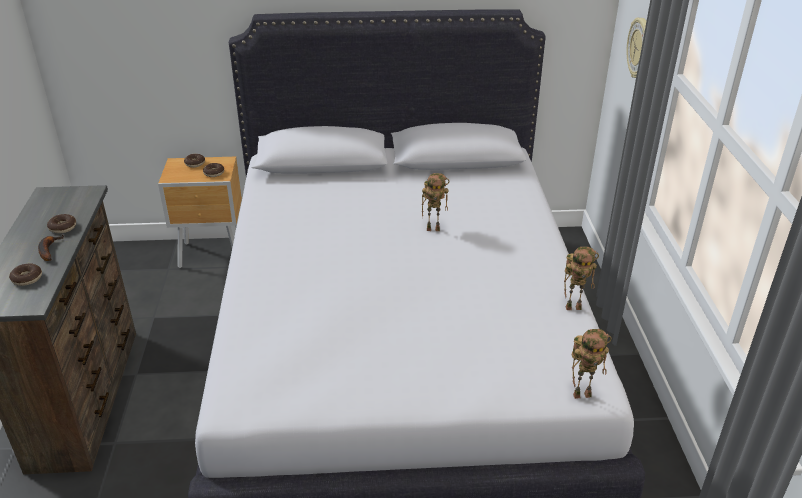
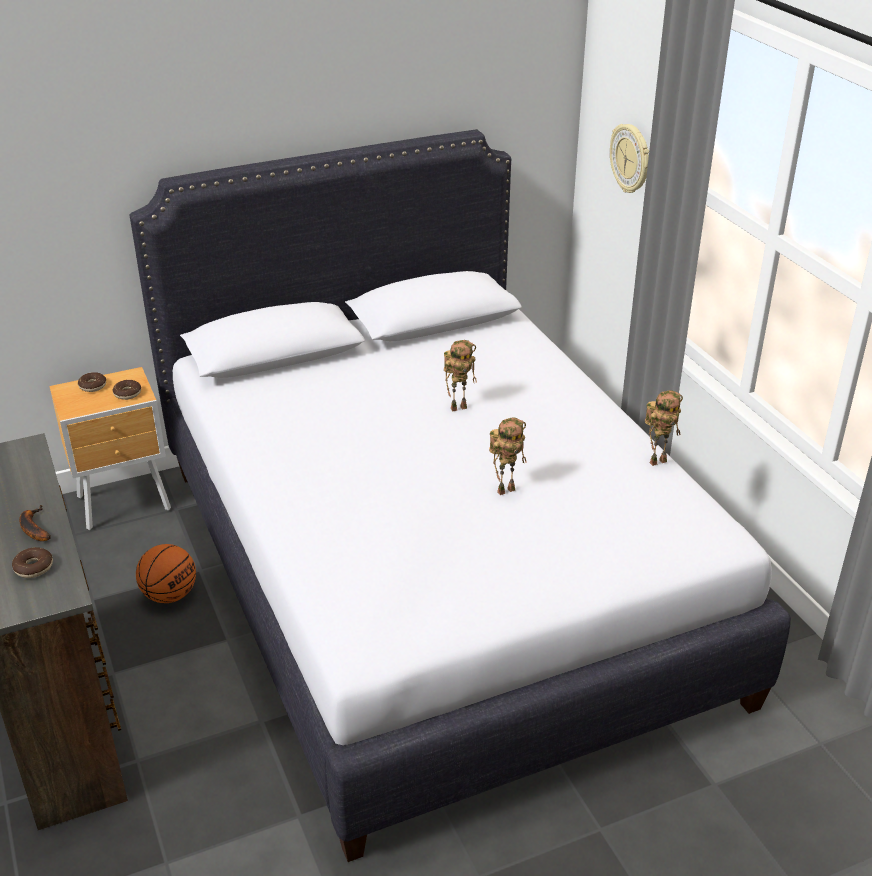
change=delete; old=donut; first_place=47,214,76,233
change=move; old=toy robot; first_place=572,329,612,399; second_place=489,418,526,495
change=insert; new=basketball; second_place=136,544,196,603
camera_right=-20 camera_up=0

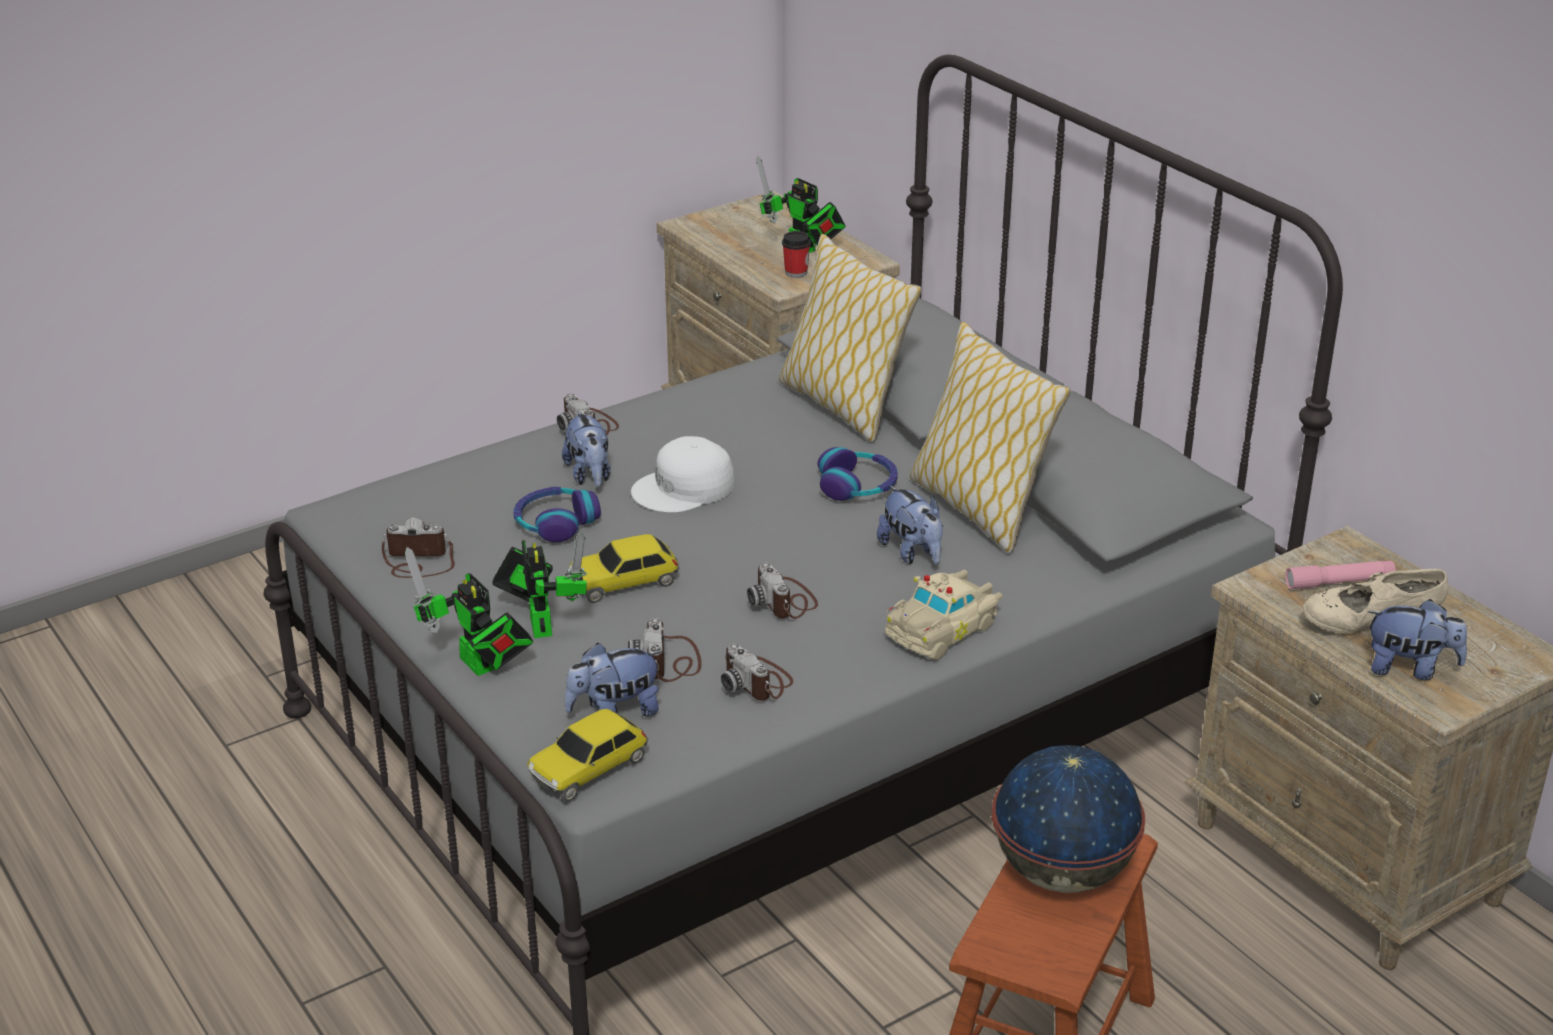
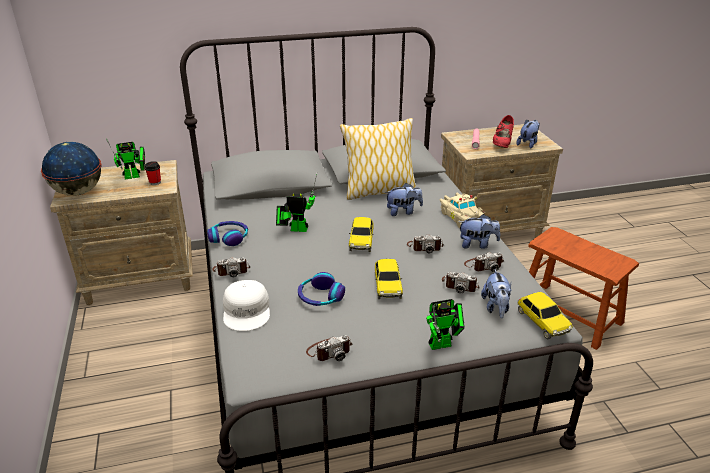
change=rotate; old=photo camera; first_place=382,518,455,578; second_place=306,335,352,361; degrees=-135
change=move; old=toy robot; first_place=492,532,587,638; second_place=276,174,317,232
change=move; old=plush toy; first_place=562,410,611,487; second_place=459,214,500,249
change=move; old=white cap; first_place=631,436,735,513; second_place=223,280,270,331
change=delete; old=pillow; first_place=779,234,922,442
change=move; old=headphones; first_place=818,447,898,501; second_place=207,221,248,246
change=move; old=globe; first_place=992,745,1145,893; second_place=41,142,102,196
change=recolor; old=beige shoe; new=red shoe; first_place=1303,569,1448,633; second_place=493,115,514,148
change=insert; new=toy car; second_place=349,217,374,252
camera_right=-70 camera_up=0

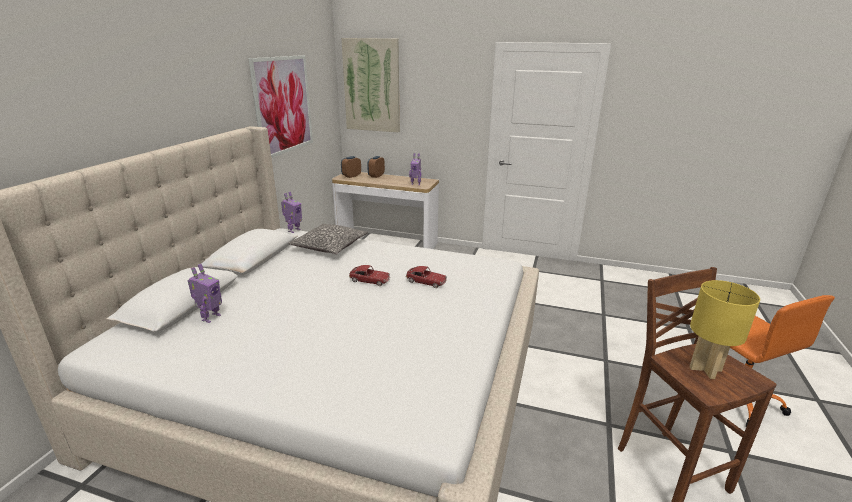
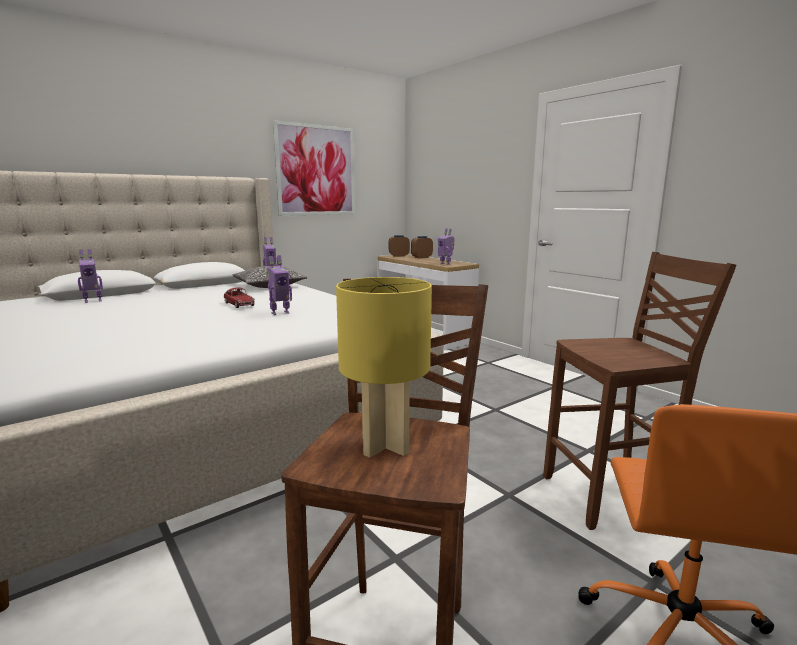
change=delete; old=picture; first_place=341,38,400,133
change=replace; old=toy car; new=toy robot; first_place=406,266,447,288; second_place=267,255,292,315
change=insert; new=brown stool; second_place=543,252,737,530
camera_right=35 camera_up=-10

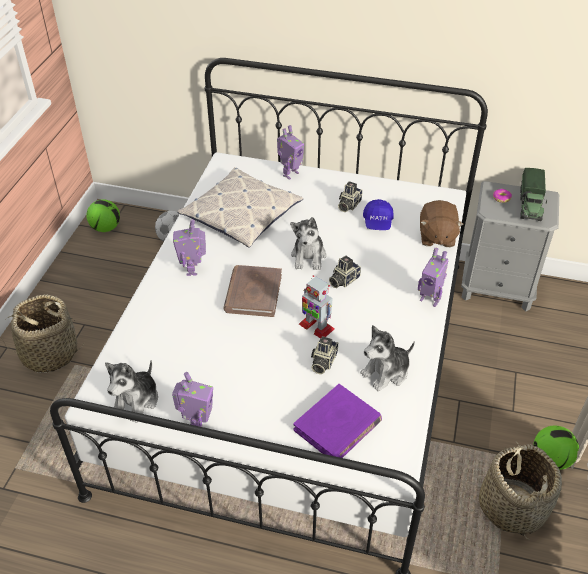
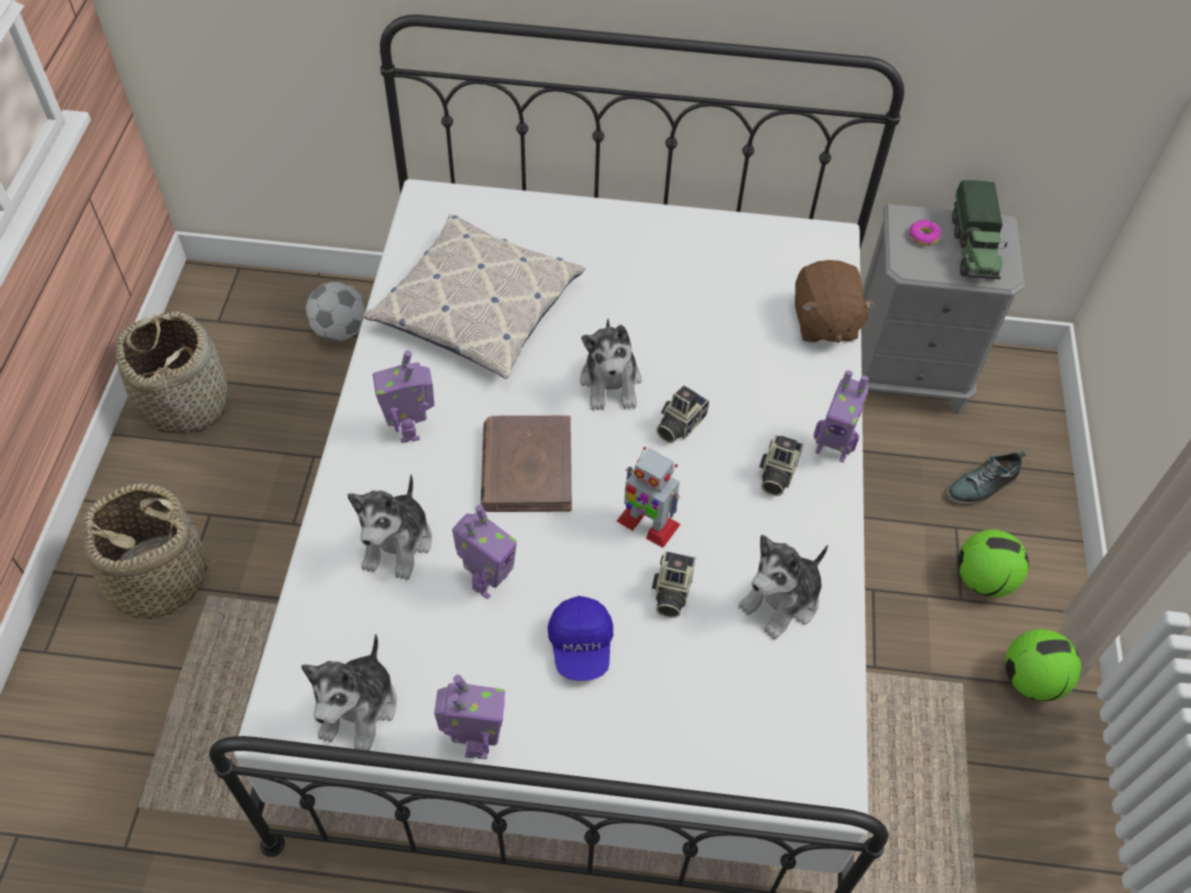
change=move; old=football; first_place=86,199,120,232; second_place=958,529,1029,597
change=move; old=toy robot; first_place=277,125,304,180; second_place=452,505,517,599
change=delete; old=purple book; first_place=293,384,382,458
change=move; old=photo camera; first_place=338,181,363,212; second_place=759,435,803,496
change=move; old=blue cap; first_place=363,199,394,230; second_place=547,596,613,681
change=move; old=basket; first_place=479,442,562,539; second_place=116,311,228,438
change=insert; new=plush toy; second_place=347,474,432,580
change=insert; new=shoe; second_place=946,451,1026,505
camera_right=-10 camera_up=10

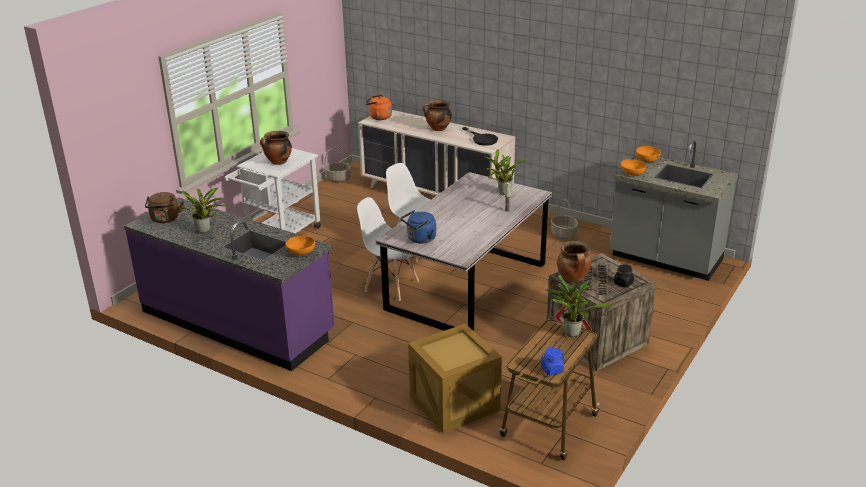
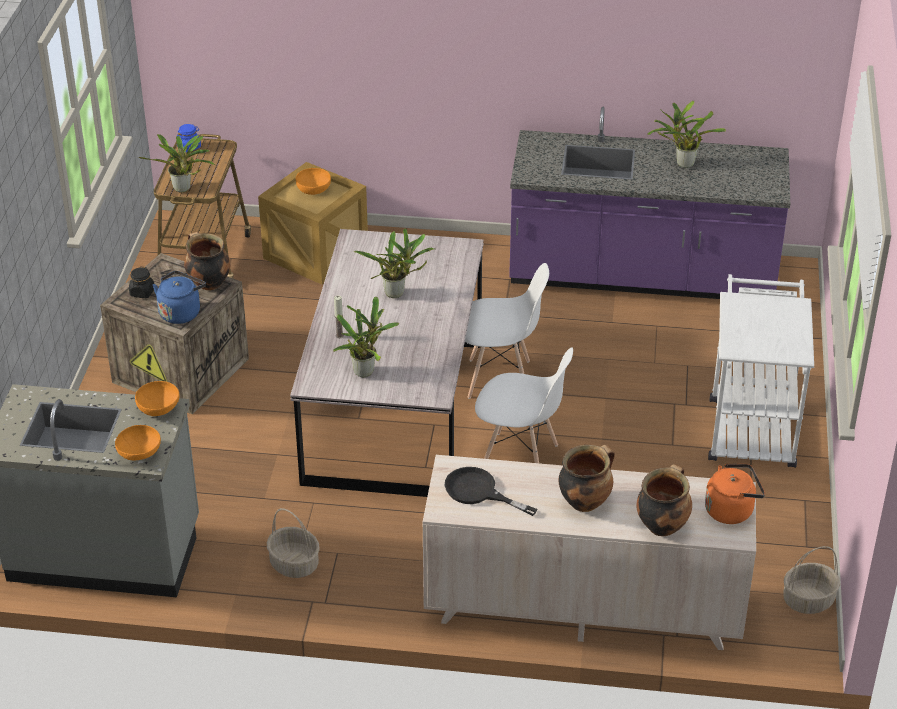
change=delete; old=brown kettle; first_place=145,192,184,223
change=move; old=cooking pot; first_place=260,131,292,165; second_place=636,464,692,536
change=move; old=orange bowl; first_place=285,236,315,255; second_place=296,168,331,195
change=move; old=blue kettle; first_place=401,210,436,243; second_place=153,271,206,324
change=insert; new=potted plant; second_place=354,229,434,298
camera_right=155 camera_up=10

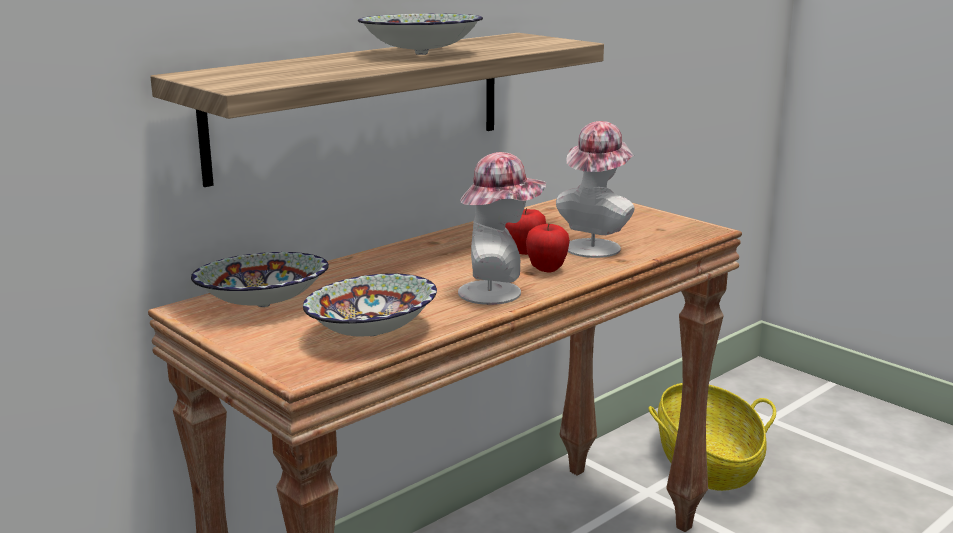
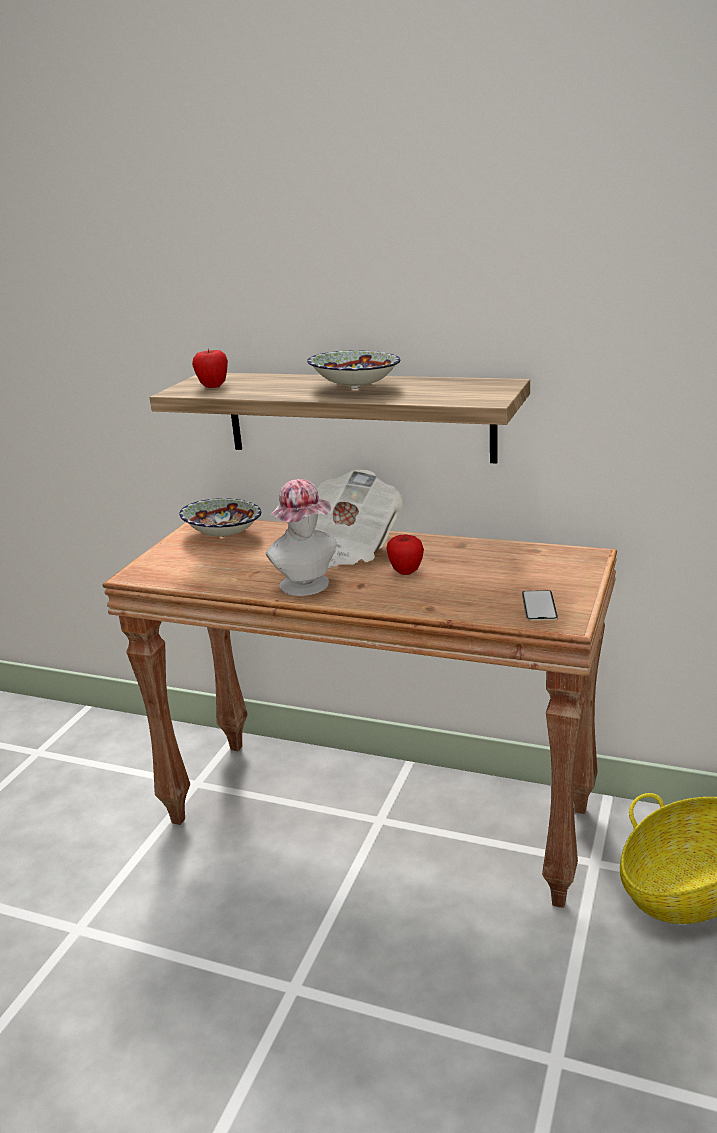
change=delete; old=bowl; first_place=303,273,437,336
change=move; old=apple; first_place=526,223,570,272; second_place=192,349,228,388
change=delete; old=hat; first_place=556,121,635,258
change=insert; new=newspaper; second_place=315,470,403,568
change=insert; new=phone; second_place=522,590,558,621
camera_right=65 camera_up=5

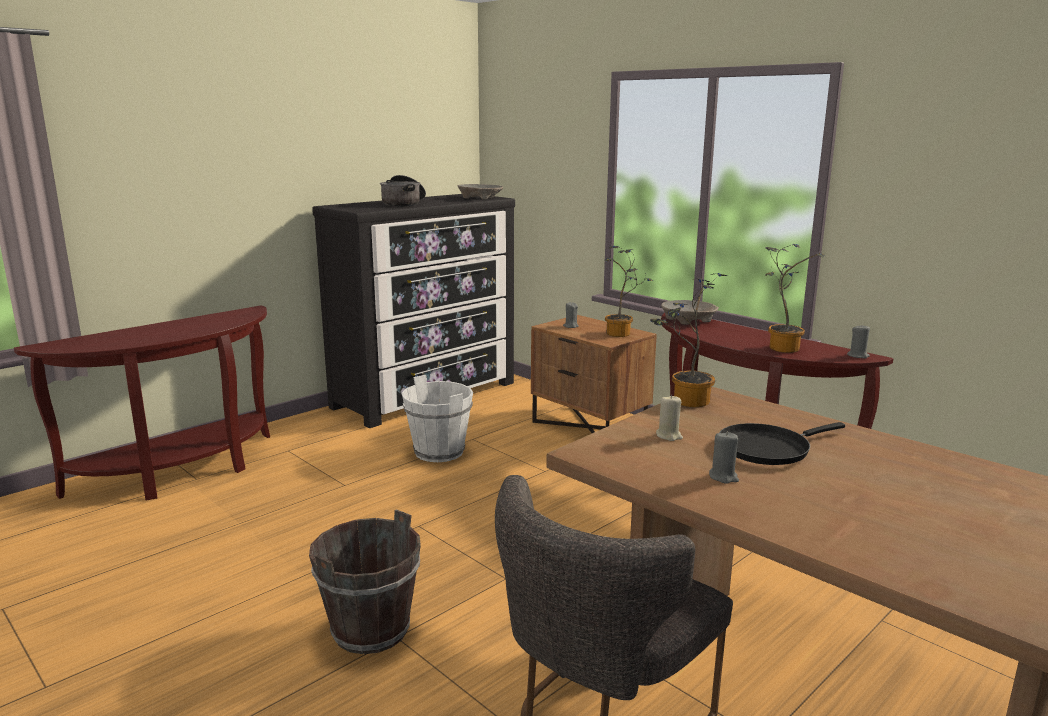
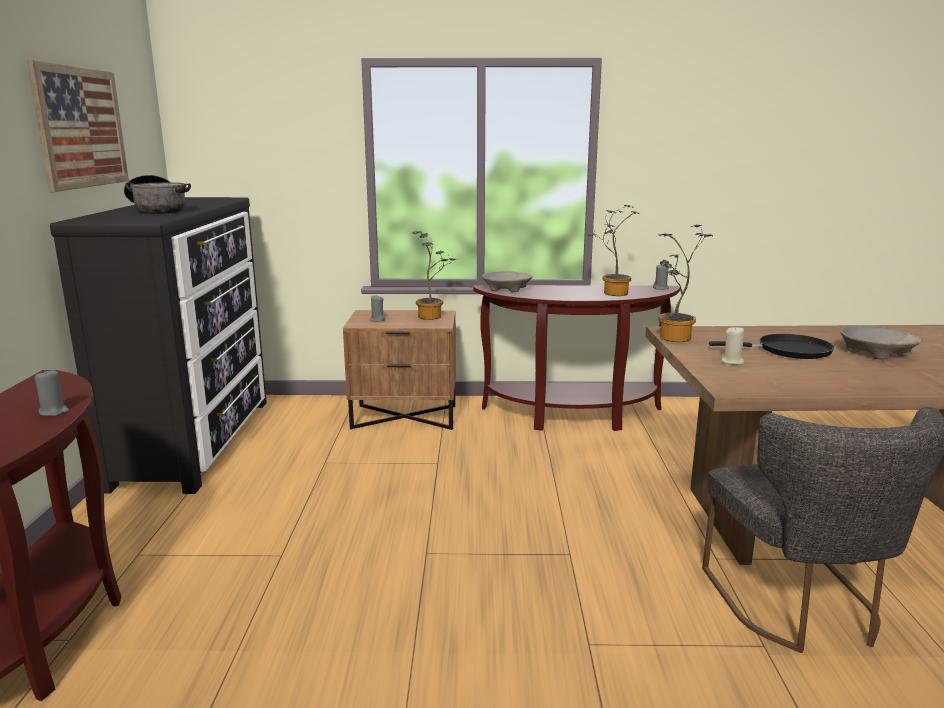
change=delete; old=brown bucket; first_place=309,509,421,654
change=delete; old=white bucket; first_place=402,375,473,462
change=move; old=beige bowl; first_place=458,184,503,199; second_place=840,326,921,359
change=move; old=grey candle; first_place=709,431,739,484; second_place=35,369,69,416
change=rotate; old=black frying pan; first_place=719,422,845,465; second_place=709,334,834,359; degrees=-105
change=insert; new=picture; second_place=27,60,129,192
camera_right=-45 camera_up=0

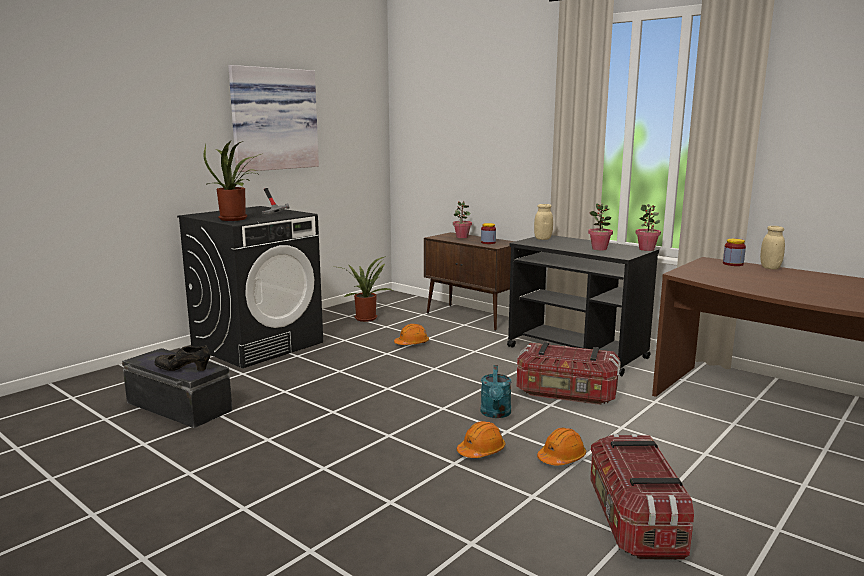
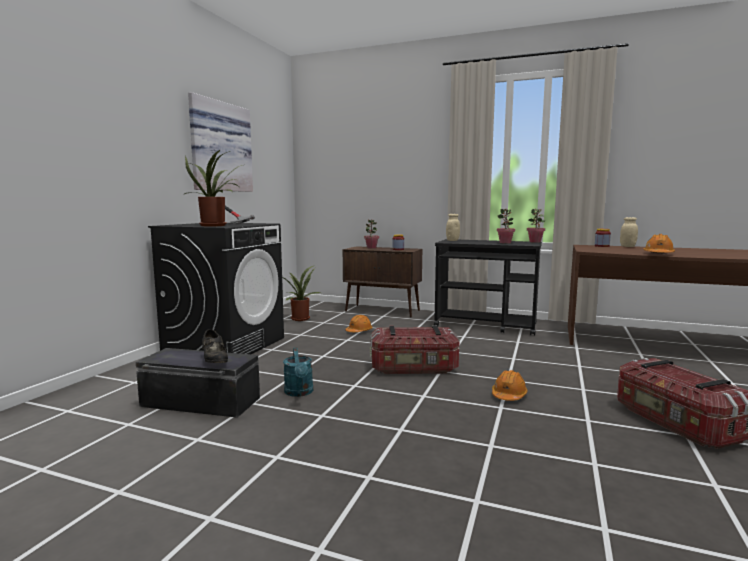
change=rotate; old=black shoe; first_place=154,345,210,371; second_place=202,329,228,363; degrees=-105
change=move; old=turquoise watering can; first_place=481,365,511,418; second_place=283,347,313,397
change=move; old=storage box; first_place=517,342,621,405; second_place=370,325,460,374
change=move; old=orange hard hat; first_place=537,428,586,465; second_place=644,234,675,254
camera_right=-20 camera_up=-5

